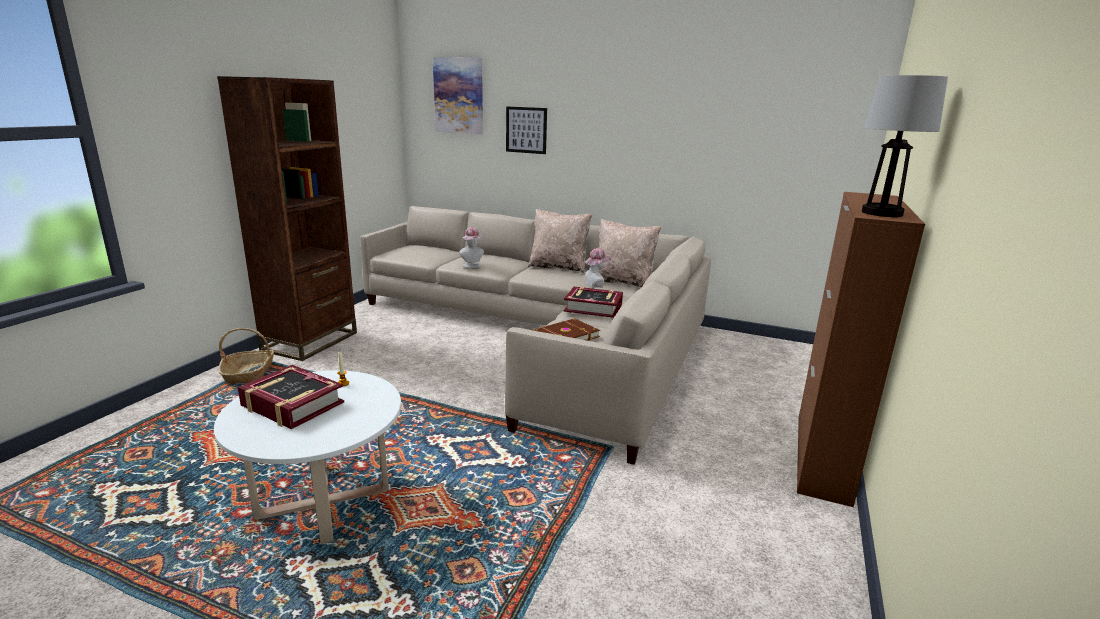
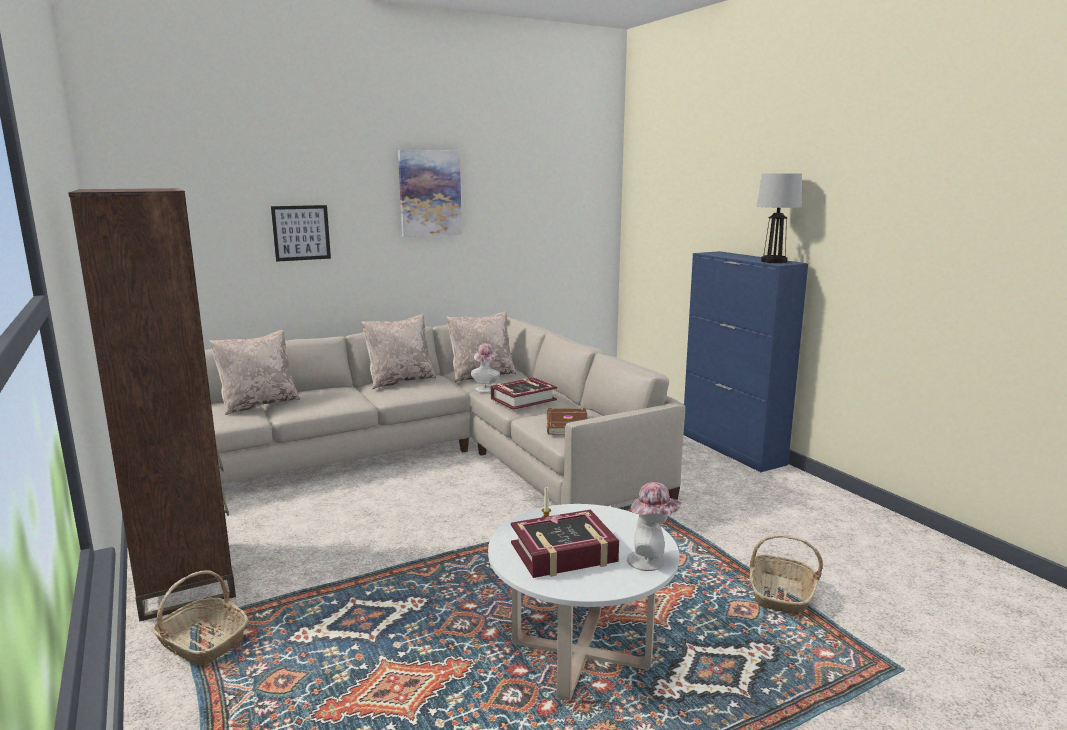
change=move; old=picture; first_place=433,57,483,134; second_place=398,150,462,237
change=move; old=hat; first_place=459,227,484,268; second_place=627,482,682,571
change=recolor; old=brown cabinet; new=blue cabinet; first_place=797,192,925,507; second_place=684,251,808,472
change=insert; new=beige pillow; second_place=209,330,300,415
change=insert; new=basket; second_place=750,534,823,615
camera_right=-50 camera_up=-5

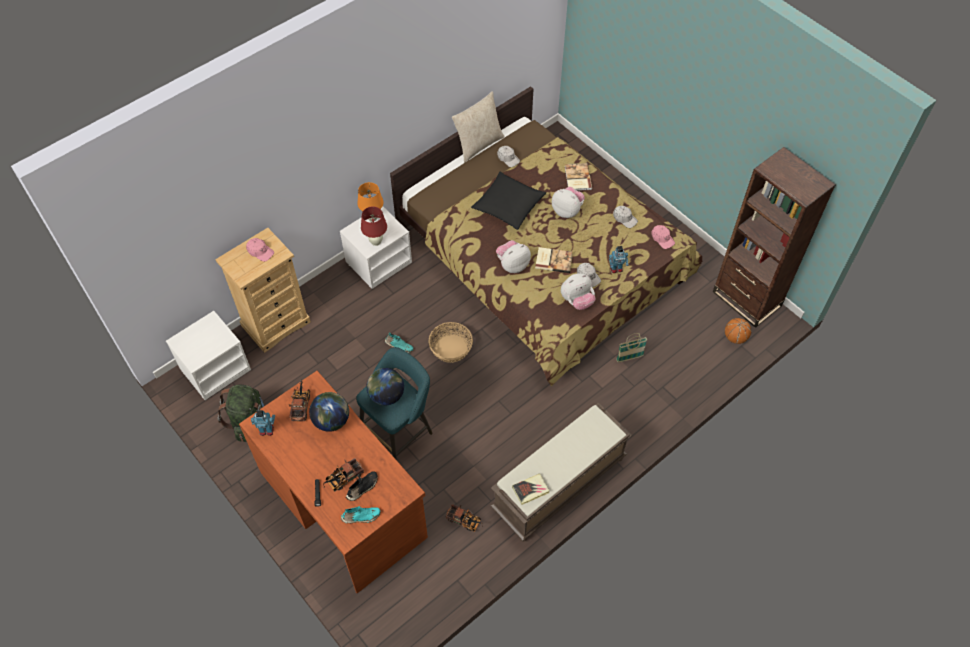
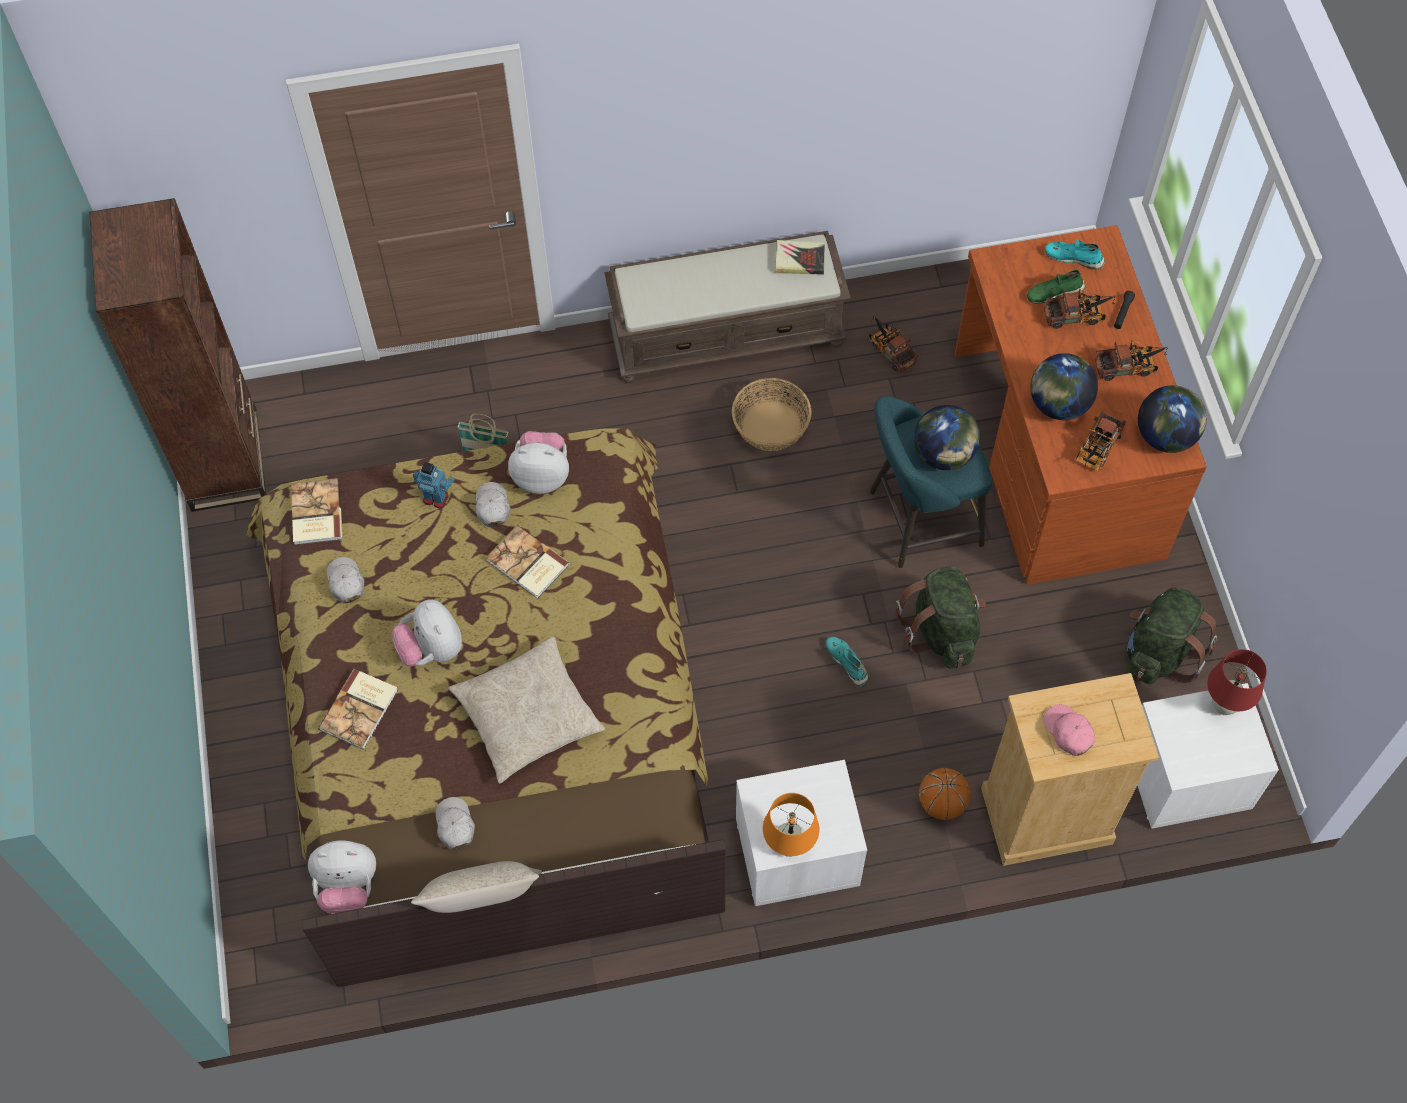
change=replace; old=toy robot; new=globe; first_place=251,410,275,436; second_place=1138,385,1207,453
change=recolor; old=black shoe; new=green shoe; first_place=346,471,378,501; second_place=1027,270,1086,304
change=move; old=red table lamp; first_place=361,206,387,246; second_place=1207,649,1267,715
change=move; old=basket; first_place=429,322,473,363; second_place=732,378,812,451
change=recolor; old=black pillow; new=beige pillow; first_place=471,172,546,230; second_place=448,636,605,784
change=move; old=plush toy; first_place=496,240,531,273; second_place=308,841,376,914
change=replace; old=pink cap; new=book; first_place=651,225,675,249; second_place=291,478,342,545
change=move; old=basketball; first_place=725,318,751,344; second_place=919,768,971,820
change=insert; new=green backpack; second_place=895,567,986,669
change=insert; new=toy truck; second_place=1095,340,1167,381
camera_right=-150 camera_up=5

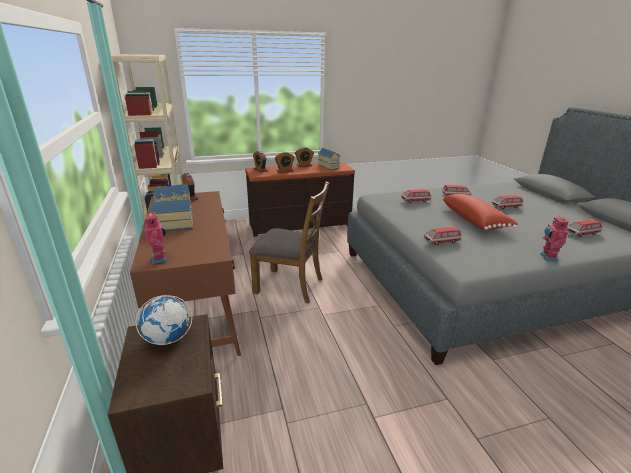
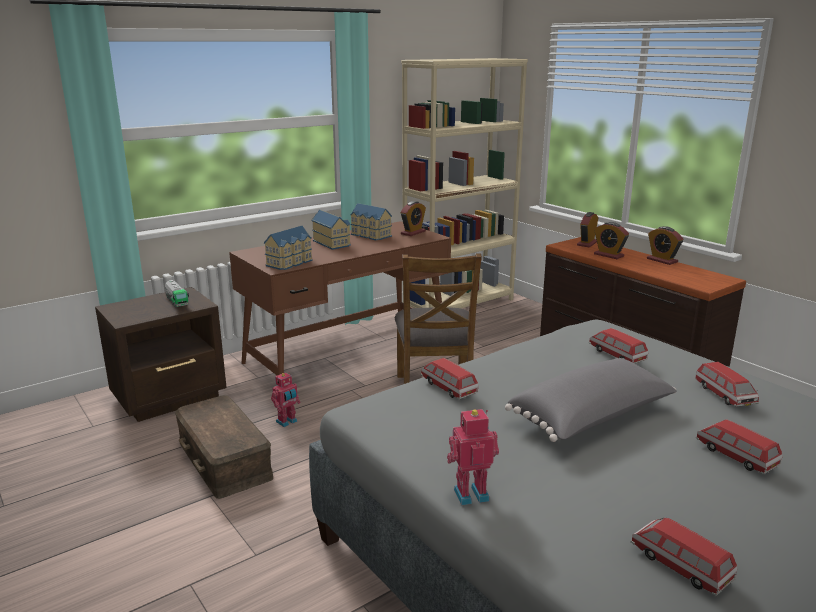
change=replace; old=globe; new=toy truck; first_place=136,295,192,345; second_place=165,280,189,308
change=move; old=toy robot; first_place=145,212,167,264; second_place=271,372,301,427
change=move; old=toy house; first_place=318,148,340,170; second_place=264,226,313,270
change=recolor; old=red pillow; new=grey pillow; first_place=442,194,518,230; second_place=505,358,677,442
change=insert; new=brown storage box; second_place=175,395,273,499
camera_right=70 camera_up=-5

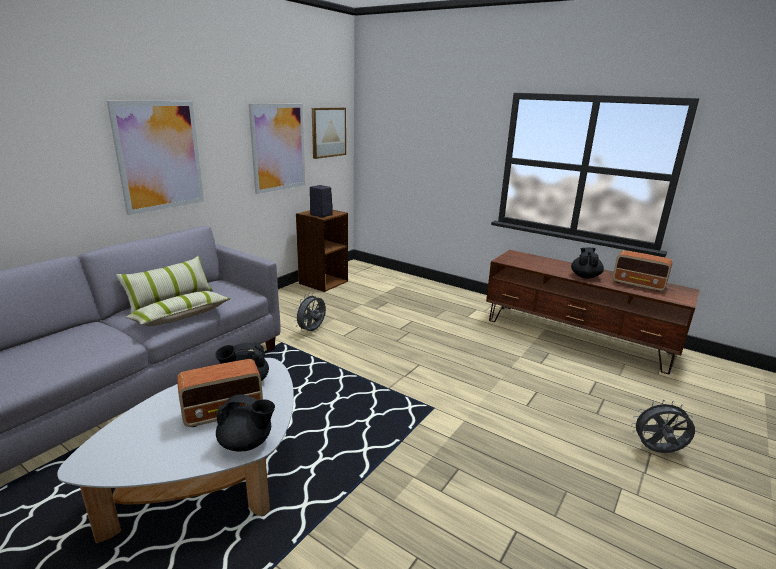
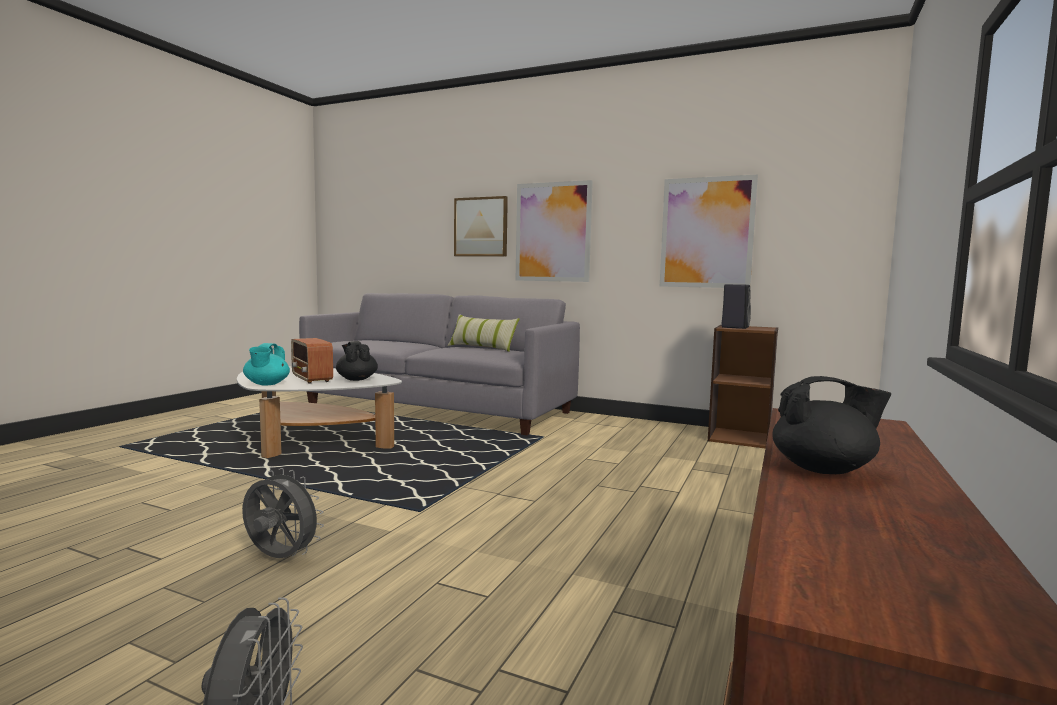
change=delete; old=pillow; first_place=126,291,231,326
change=recolor; old=black teapot; new=turquoise teapot; first_place=216,394,275,451; second_place=243,343,290,385
change=move; old=grey fan; first_place=294,293,326,331; second_place=242,468,324,558
change=move; old=picture; first_place=312,108,346,159; second_place=454,196,508,257
change=delete; old=radio; first_place=613,250,672,292
camera_right=80 camera_up=-15

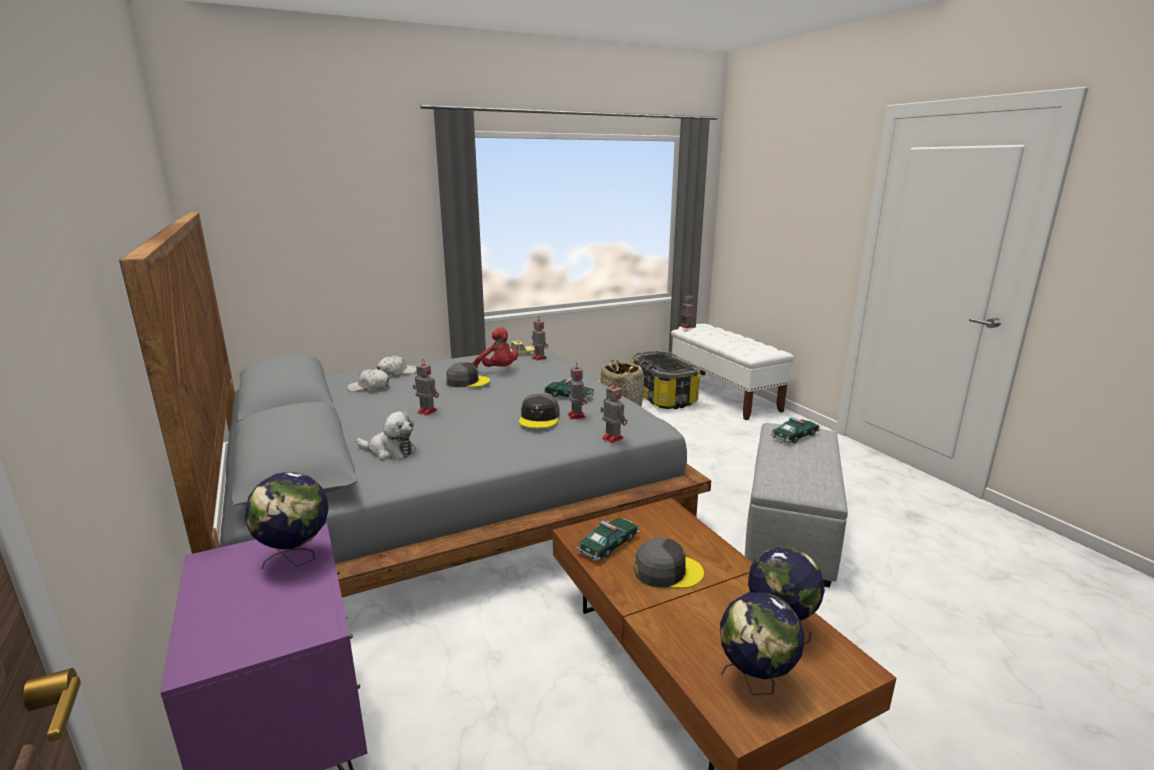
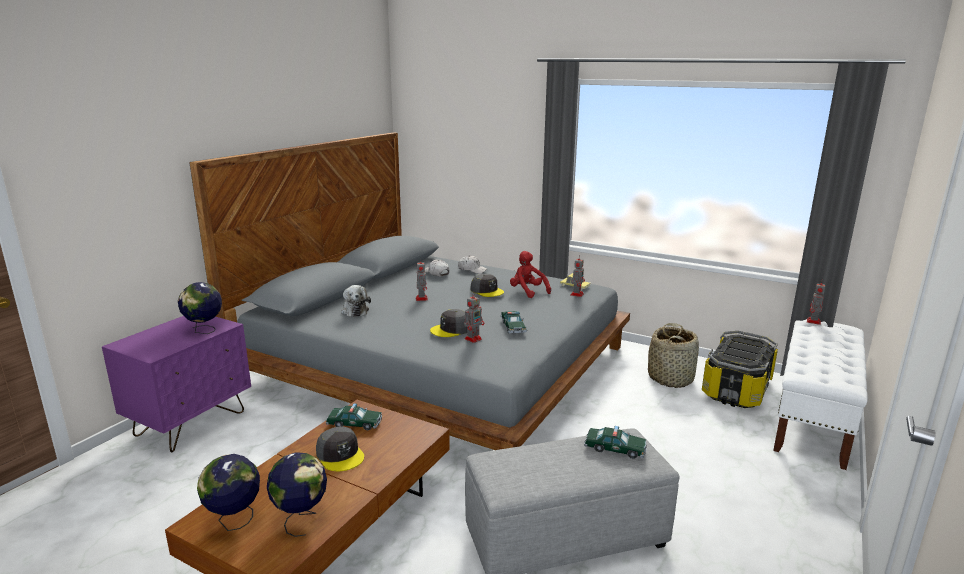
change=rotate; old=red plush toy; first_place=472,327,518,368; second_place=510,251,551,298; degrees=135
change=delete; old=toy robot; first_place=601,383,627,443
camera_right=55 camera_up=0

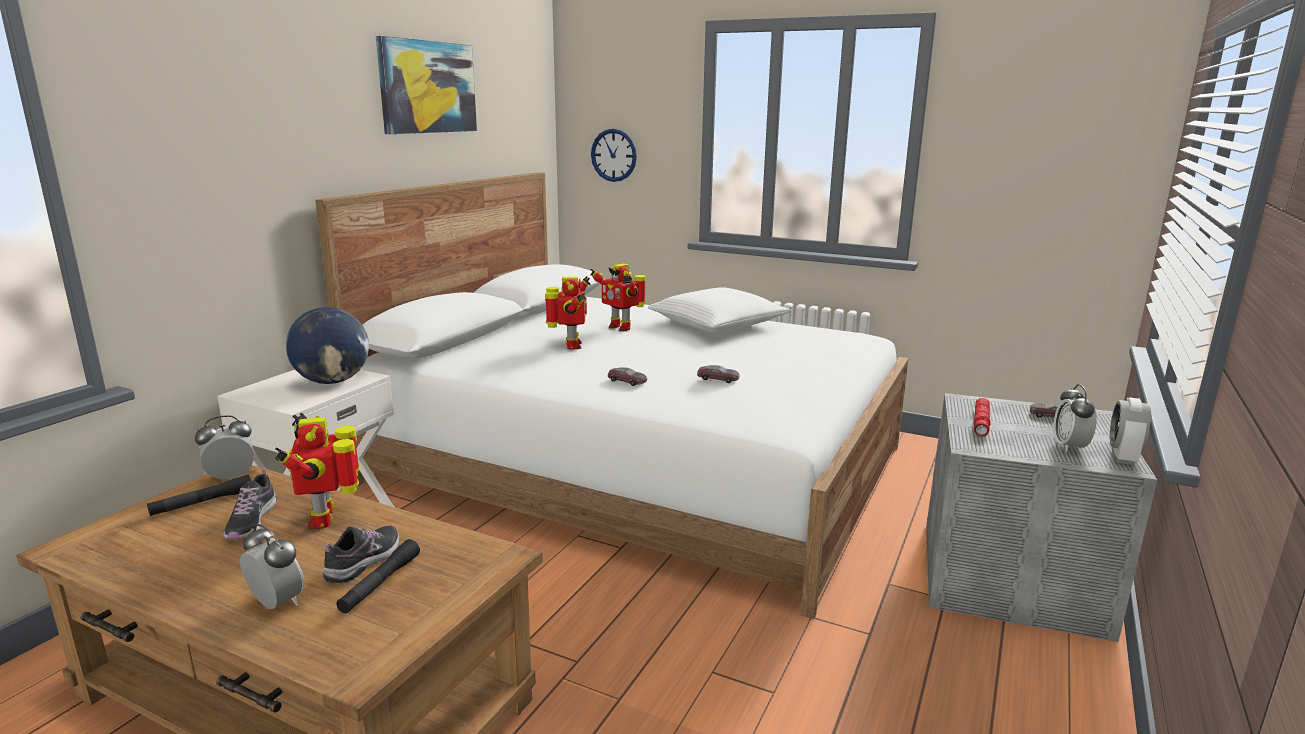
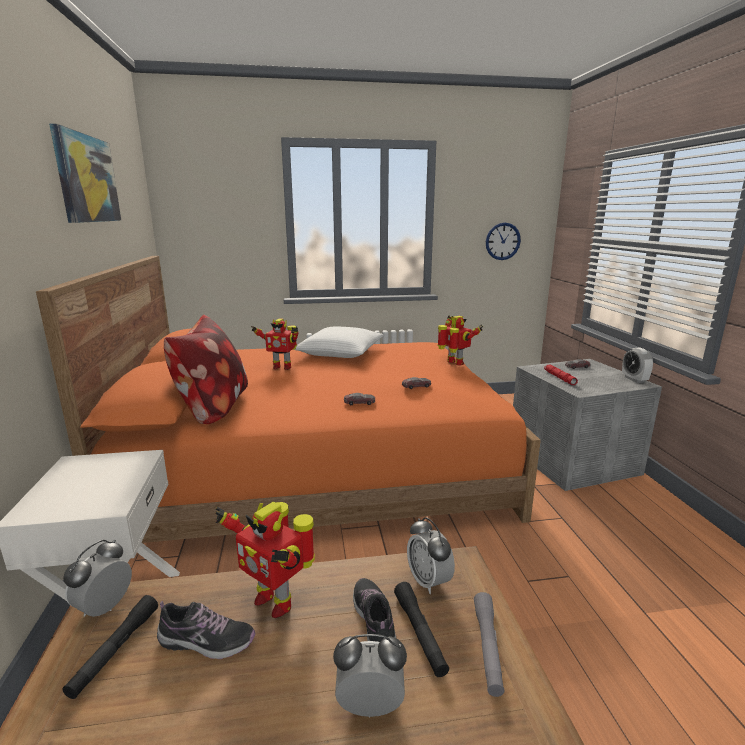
change=rotate; old=shoe; first_place=224,469,277,540; second_place=157,601,255,659; degrees=-45
change=delete; old=globe; first_place=286,307,369,384
change=recolor; old=white bed; new=orange bed; first_place=315,172,908,619; second_place=36,256,541,543
change=move; old=toy robot; first_place=545,276,591,349; second_place=437,315,483,366
change=move; old=wall clock; first_place=591,129,637,182; second_place=486,223,521,260
change=move; old=alarm clock; first_place=1053,384,1097,452; second_place=407,517,455,594
change=insert; new=pillow; second_place=164,315,248,424
change=insert; new=grey flashlight; second_place=474,592,505,697
camera_right=-35 camera_up=0

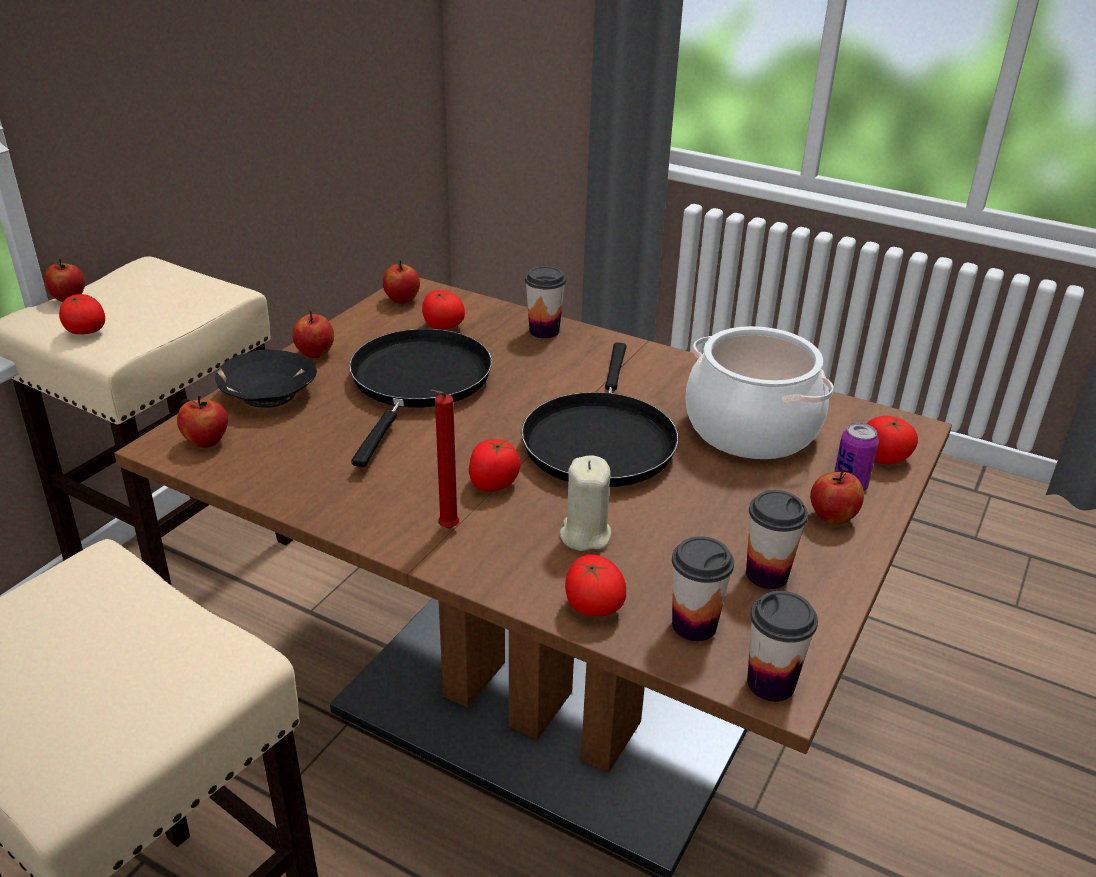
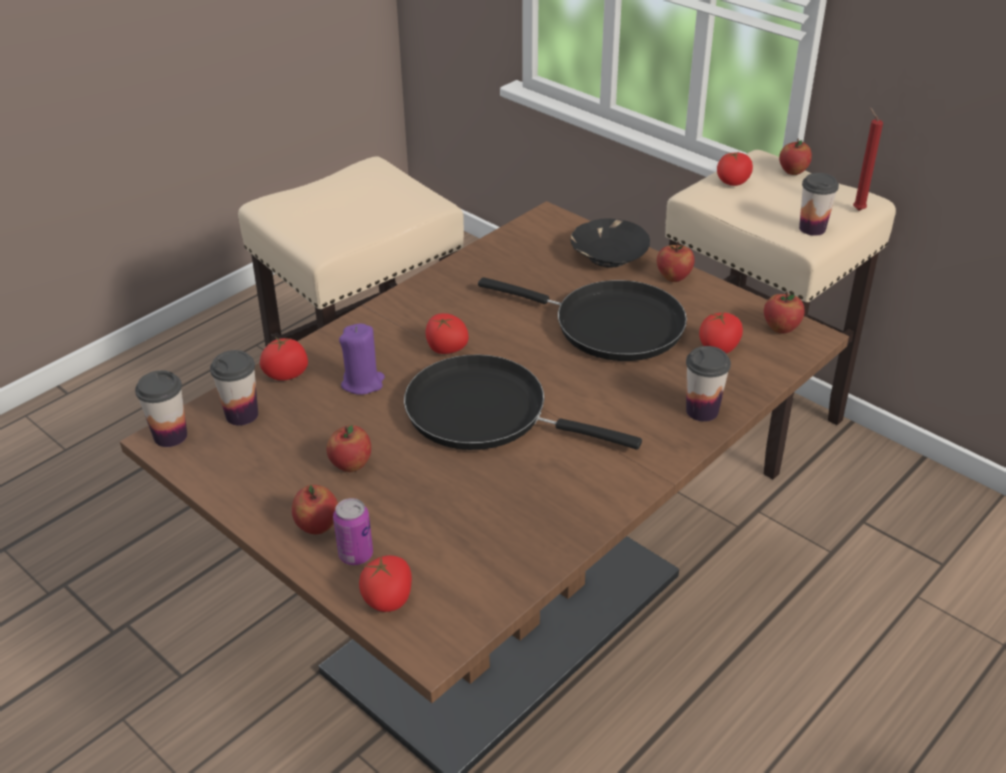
change=move; old=apple; first_place=177,395,228,448; second_place=327,425,371,472
change=move; old=red candle; first_place=430,390,459,528; second_place=853,107,883,211
change=recolor; old=beige candle; new=purple candle; first_place=560,456,611,551; second_place=339,324,385,395
change=delete; old=cooking pot; first_place=685,326,834,459
change=move; old=cup; first_place=746,490,808,589; second_place=799,173,839,236
camera_right=105 camera_up=5

